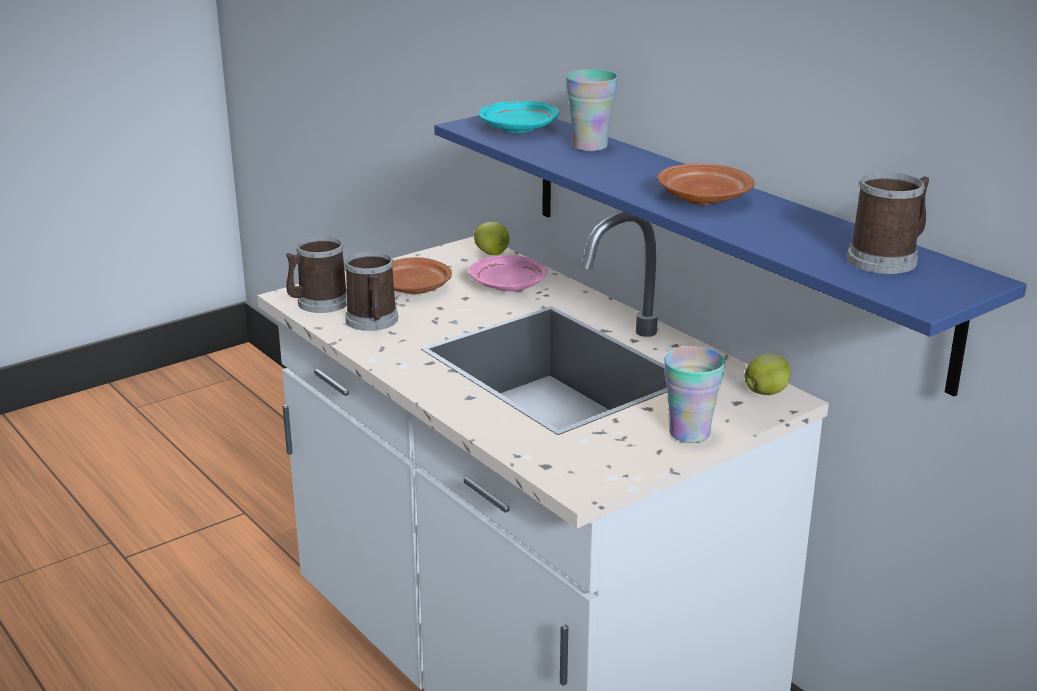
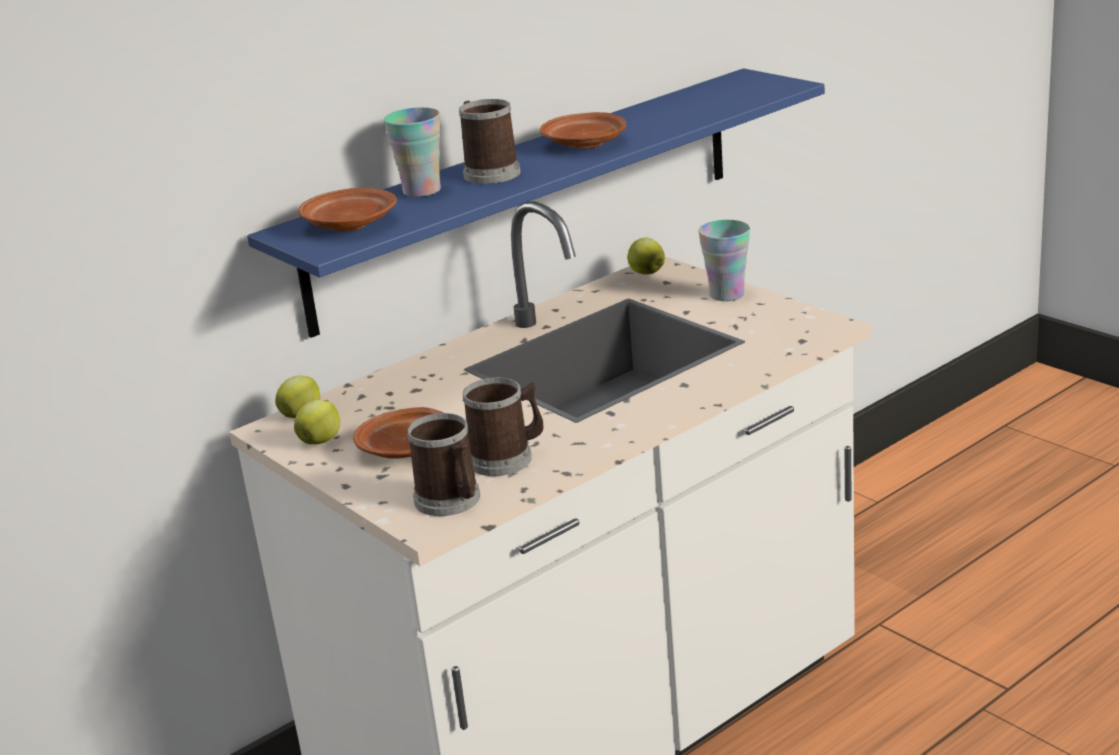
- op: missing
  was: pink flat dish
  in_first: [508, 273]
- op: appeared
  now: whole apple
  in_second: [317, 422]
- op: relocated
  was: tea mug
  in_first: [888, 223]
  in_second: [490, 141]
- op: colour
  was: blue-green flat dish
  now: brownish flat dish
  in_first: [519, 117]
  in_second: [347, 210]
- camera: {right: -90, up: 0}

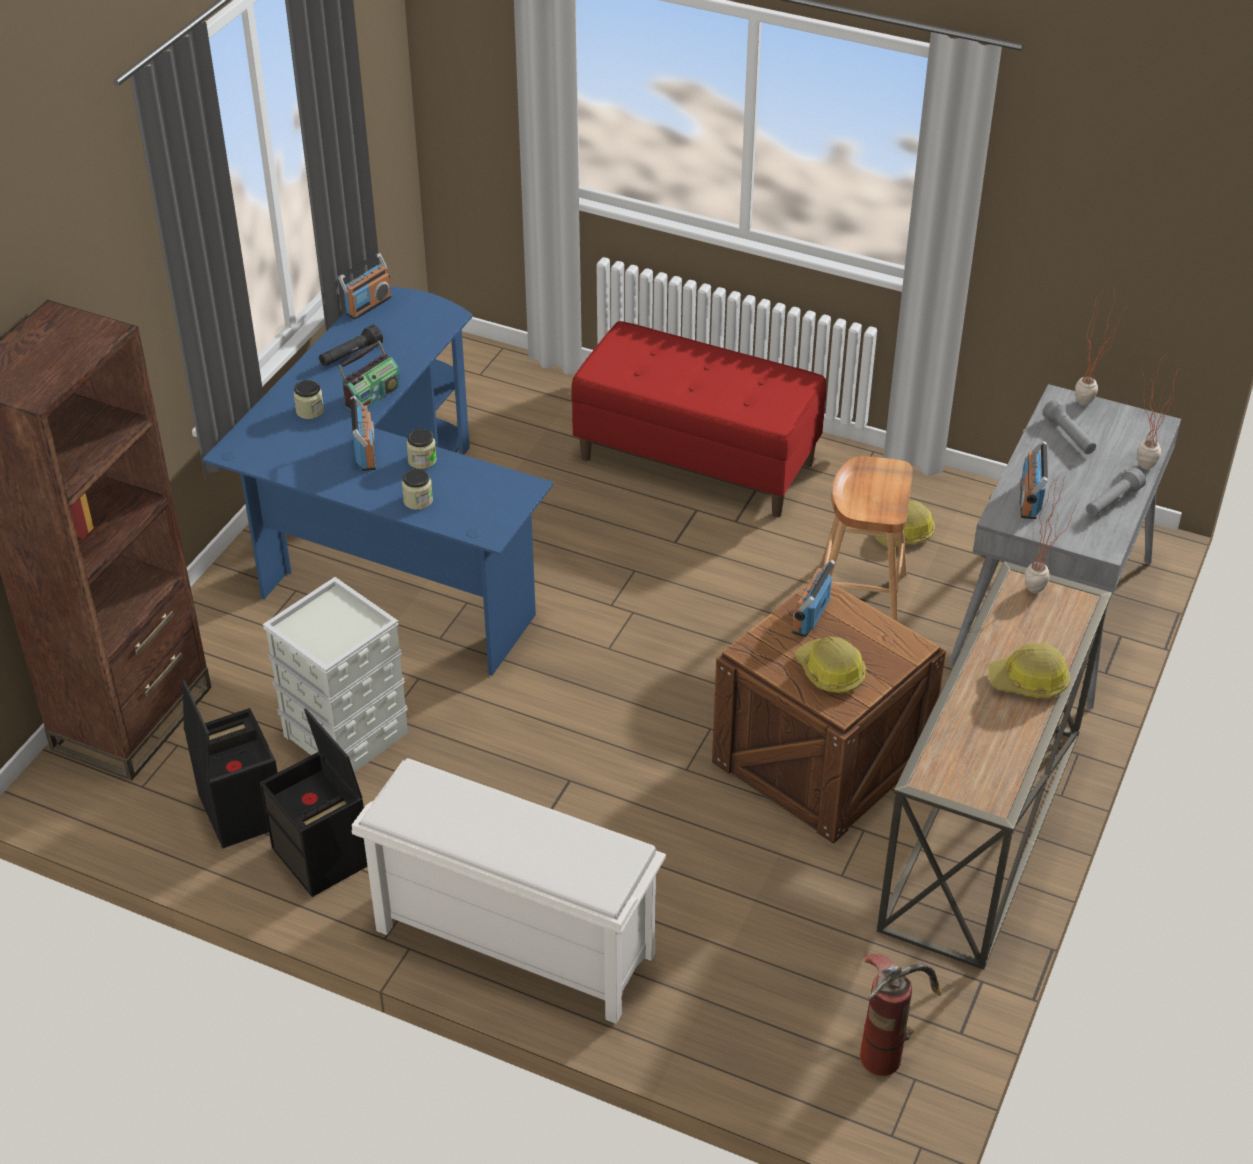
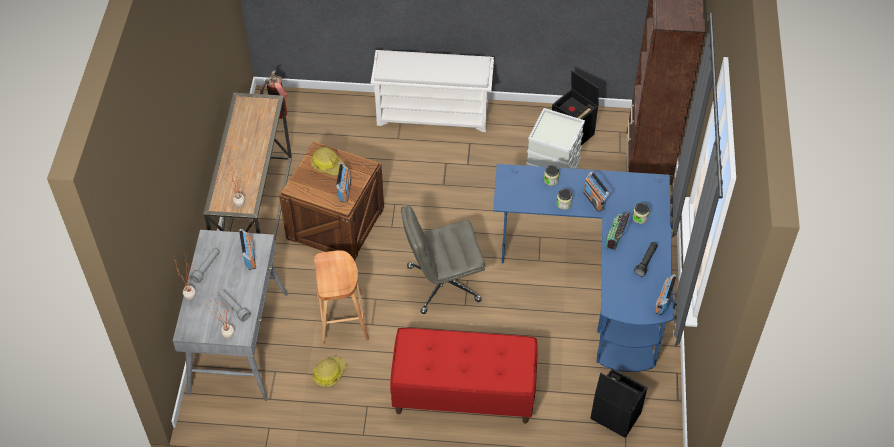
- op: missing
  was: work helmet
  in_first: [1029, 670]
- op: appeared
  now: grey desk chair
  in_second: [443, 260]
- op: relocated
  was: blackish storage box
  in_first: [313, 802]
  in_second: [619, 403]
- camera: {right: 160, up: 10}

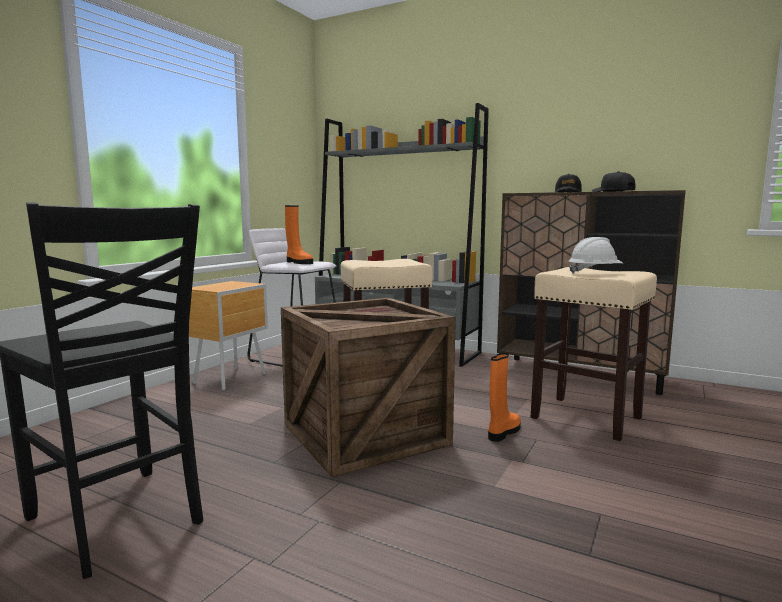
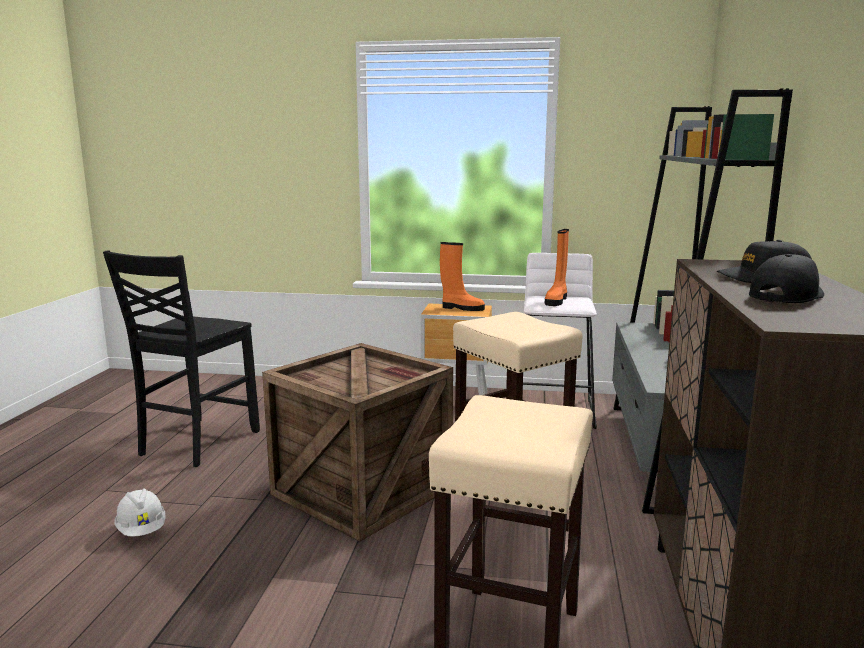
- op: relocated
  was: orange high-top boot
  in_first: [504, 397]
  in_second: [462, 276]
- op: relocated
  was: white-coloured work helmet
  in_first: [596, 255]
  in_second: [139, 512]
- camera: {right: 70, up: 5}

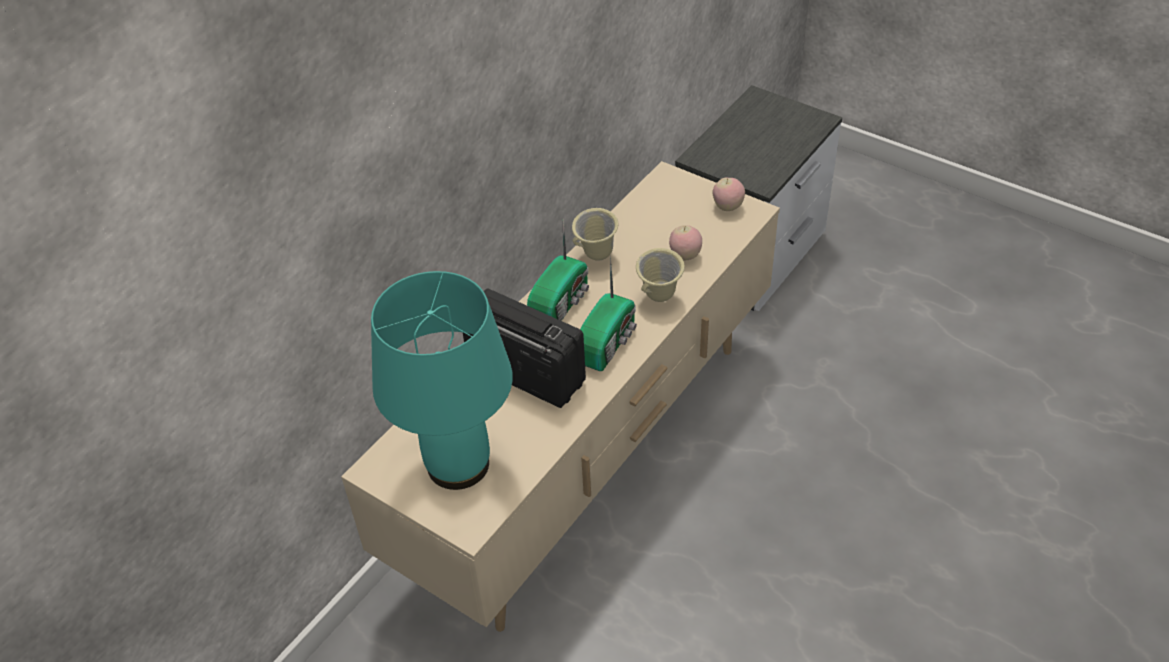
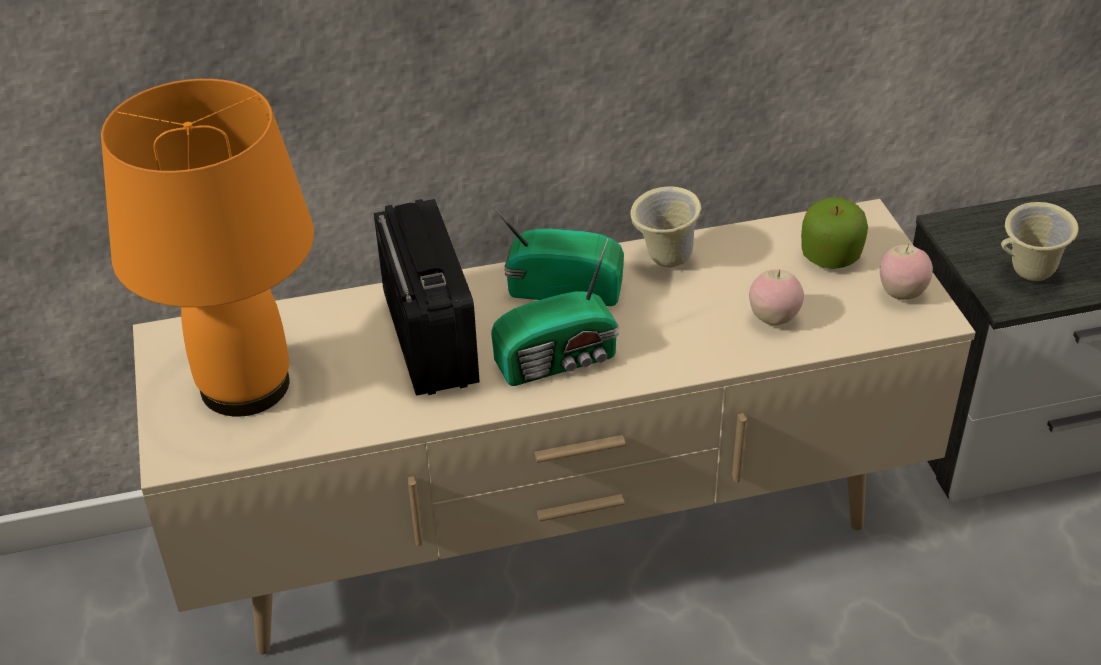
- op: appeared
  now: whole apple
  in_second: [834, 233]
- op: relocated
  was: sand-coloured tea mug
  in_first: [660, 275]
  in_second: [1040, 241]
- op: colour
  was: blue-green lamp for a table
  now: orange lamp for a table
  in_first: [442, 380]
  in_second: [207, 248]
- op: spun
  was: radio set
  in_first: [558, 270]
  in_second: [559, 257]
  clockwise: -150
- camera: {right: 40, up: -5}

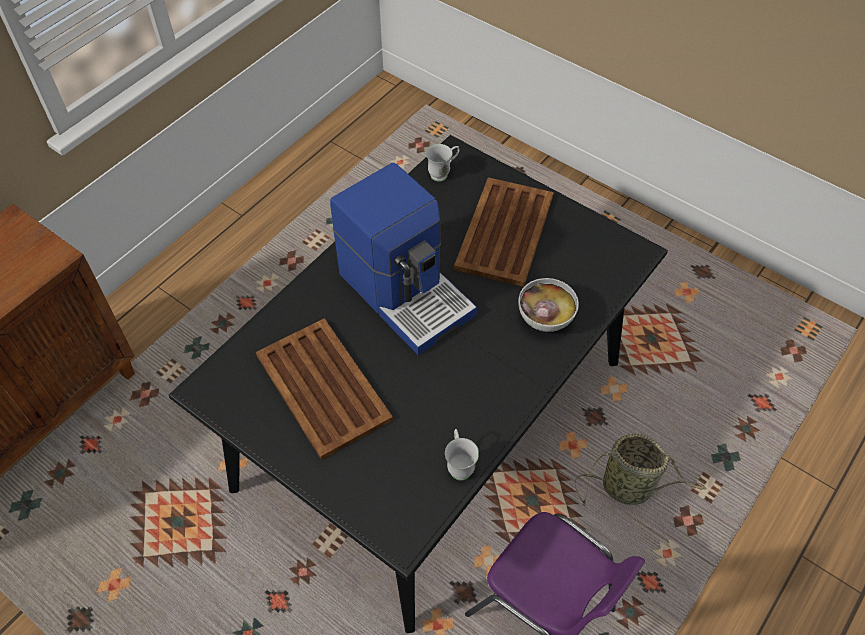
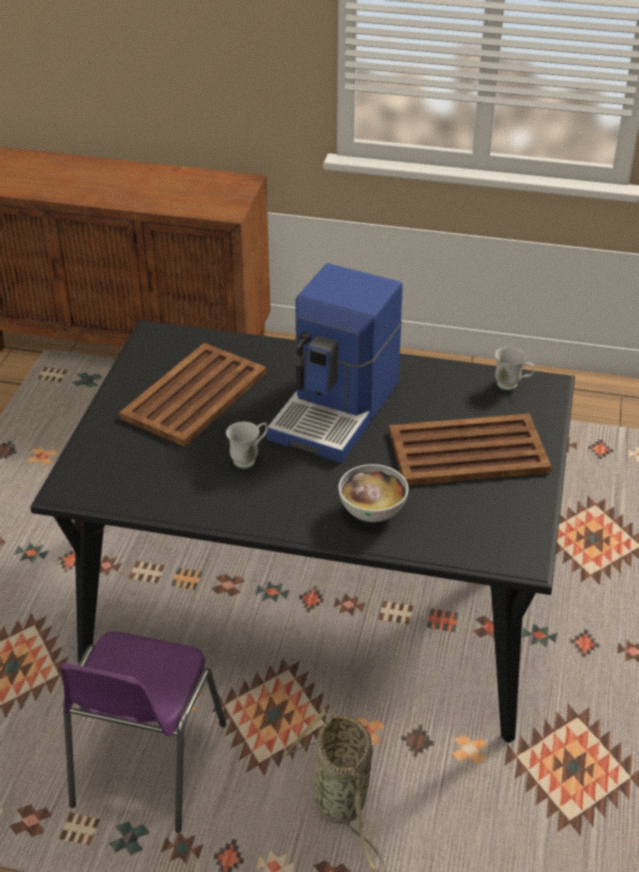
- op: relocated
  was: white-coloured tea mug
  in_first: [462, 455]
  in_second: [247, 445]
- camera: {right: 65, up: -15}

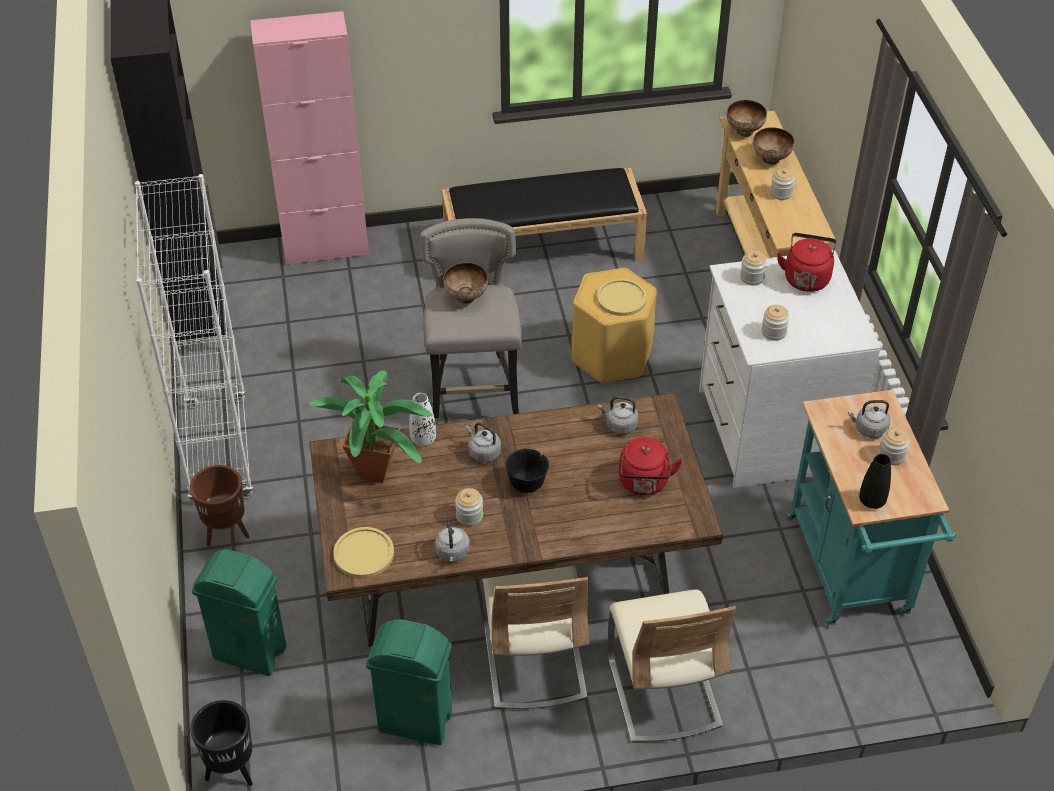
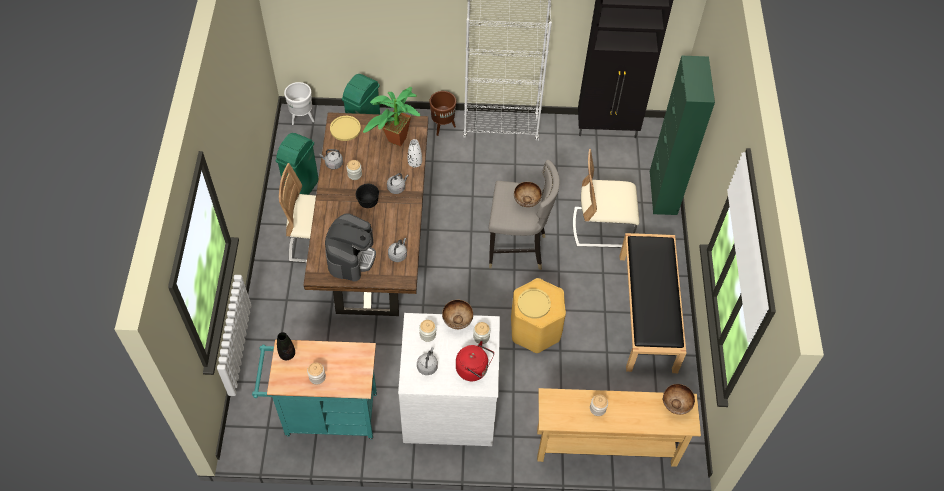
- op: relocated
  was: sand-coloured chair
  in_first: [672, 666]
  in_second: [606, 198]
- op: relocated
  was: serving bowl
  in_first: [773, 146]
  in_second: [457, 314]
- op: relocated
  was: grey kettle
  in_first: [869, 419]
  in_second: [427, 361]
- op: exchanged
  was: red-coloured kettle
  now: coffee maker
  in_first: [650, 466]
  in_second: [350, 247]
- op: colour
  was: blackish plant pot
  now: white-coloured plant pot
  in_first: [221, 743]
  in_second: [299, 103]
- op: colour
  was: pink cabinet
  now: green cabinet
  in_first: [309, 138]
  in_second: [682, 135]
- camera: {right: 100, up: 10}

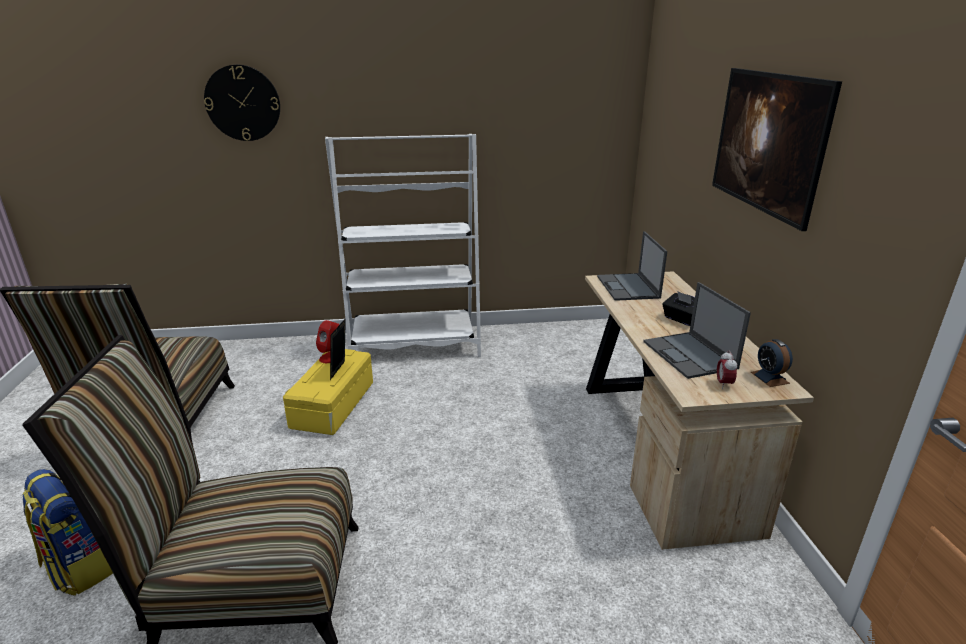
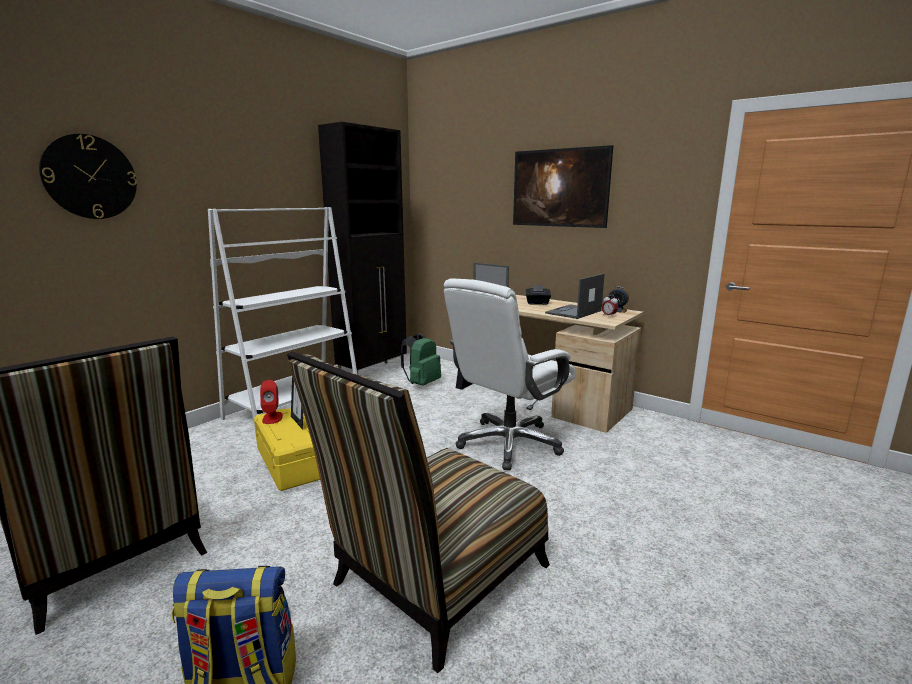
- op: appeared
  now: blackish cabinet
  in_second: [362, 248]
- op: appeared
  now: green backpack
  in_second: [421, 360]
- op: appeared
  now: white-coloured desk chair
  in_second: [510, 374]
- op: spun
  was: portable computer
  in_first: [697, 330]
  in_second: [575, 296]
  clockwise: 105
- camera: {right: -45, up: -10}

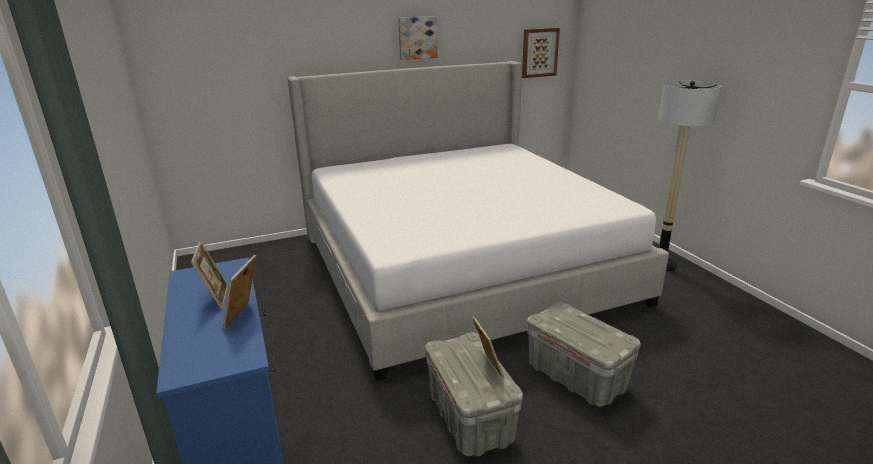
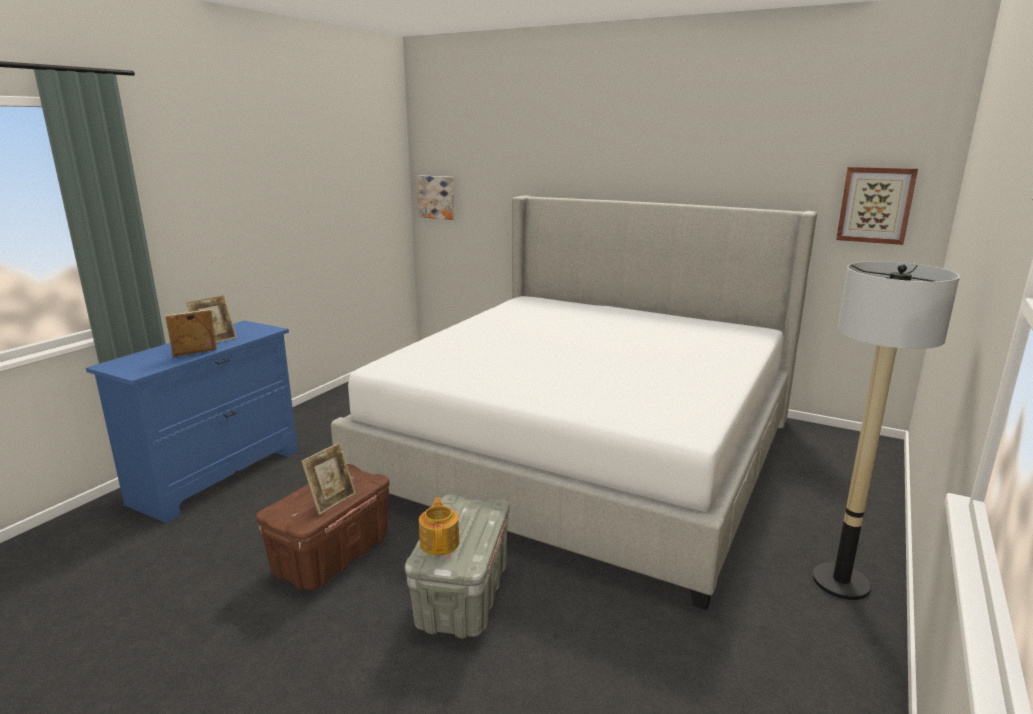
- op: appeared
  now: teapot
  in_second: [439, 526]
- op: relocated
  was: wall picture
  in_first: [418, 38]
  in_second: [436, 197]
- op: colour
  was: grey storage box
  now: brownish storage box
  in_first: [474, 394]
  in_second: [322, 527]
- camera: {right: 50, up: -5}

